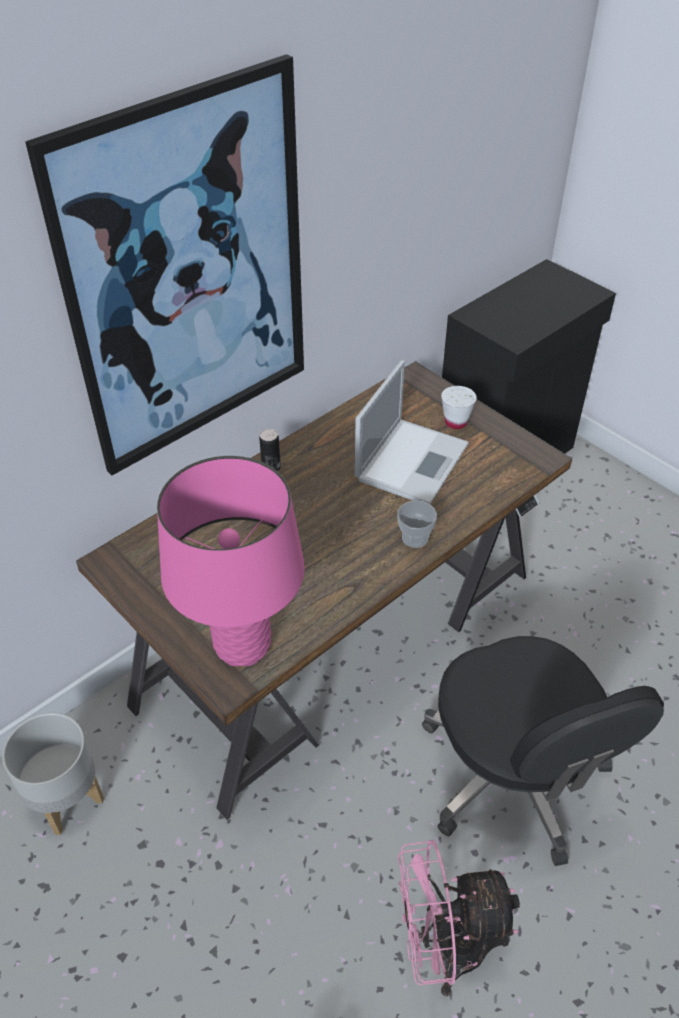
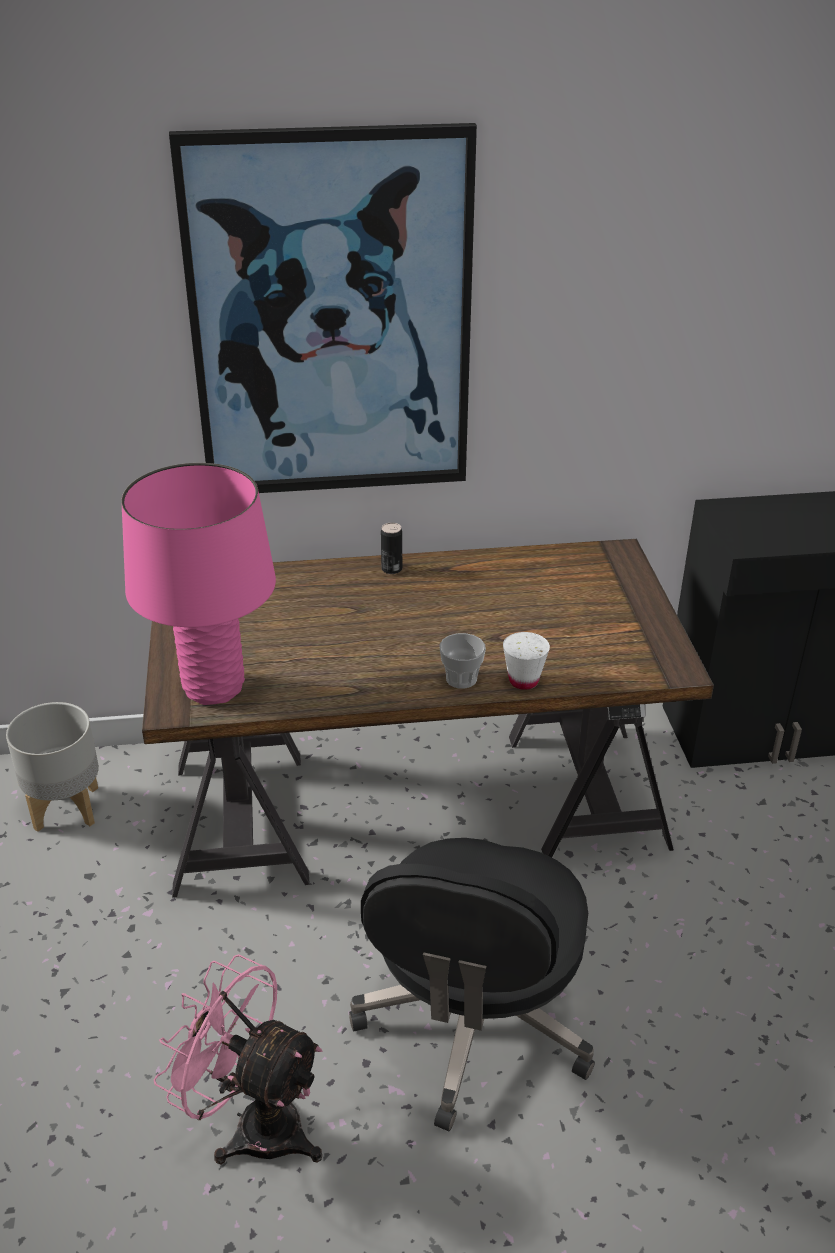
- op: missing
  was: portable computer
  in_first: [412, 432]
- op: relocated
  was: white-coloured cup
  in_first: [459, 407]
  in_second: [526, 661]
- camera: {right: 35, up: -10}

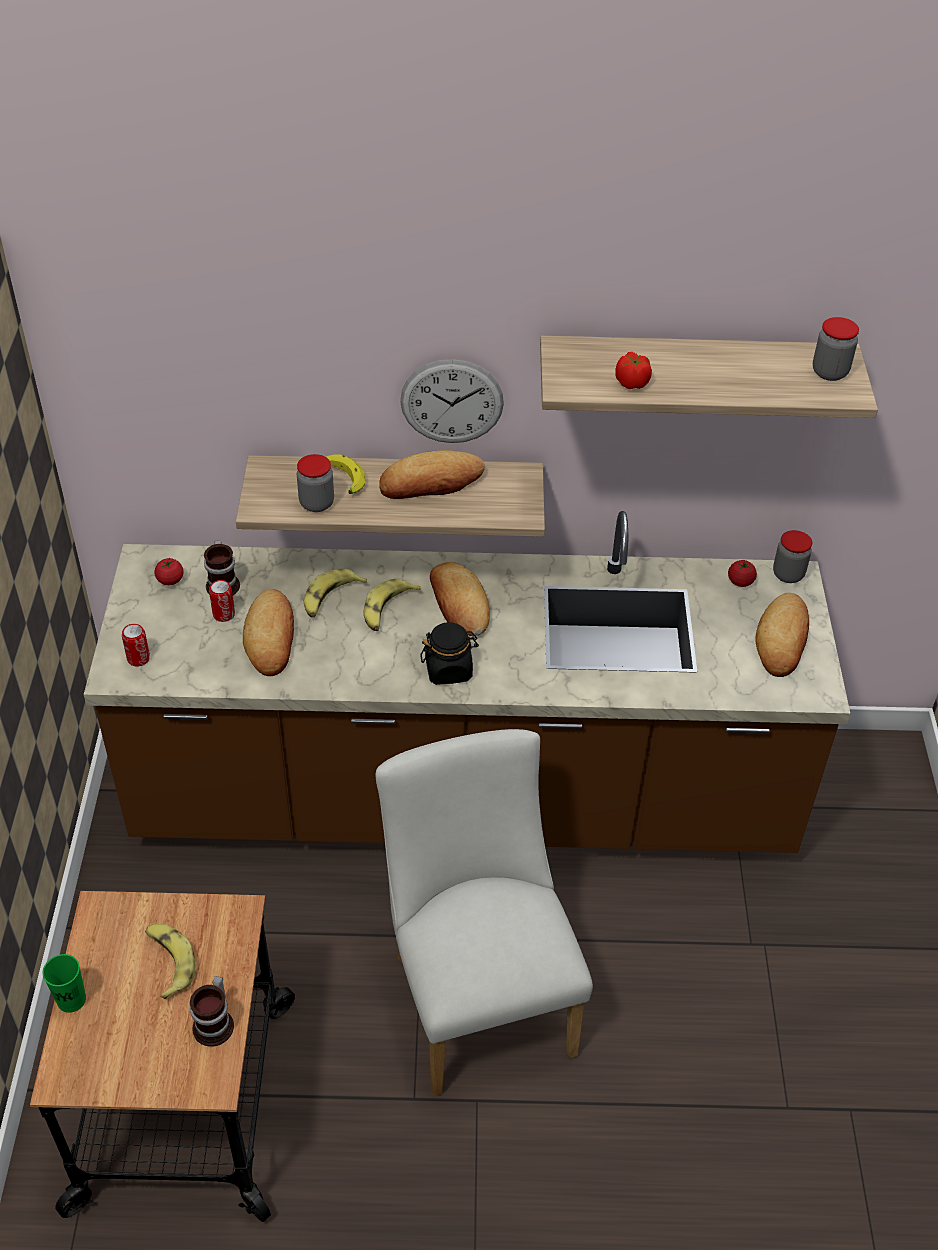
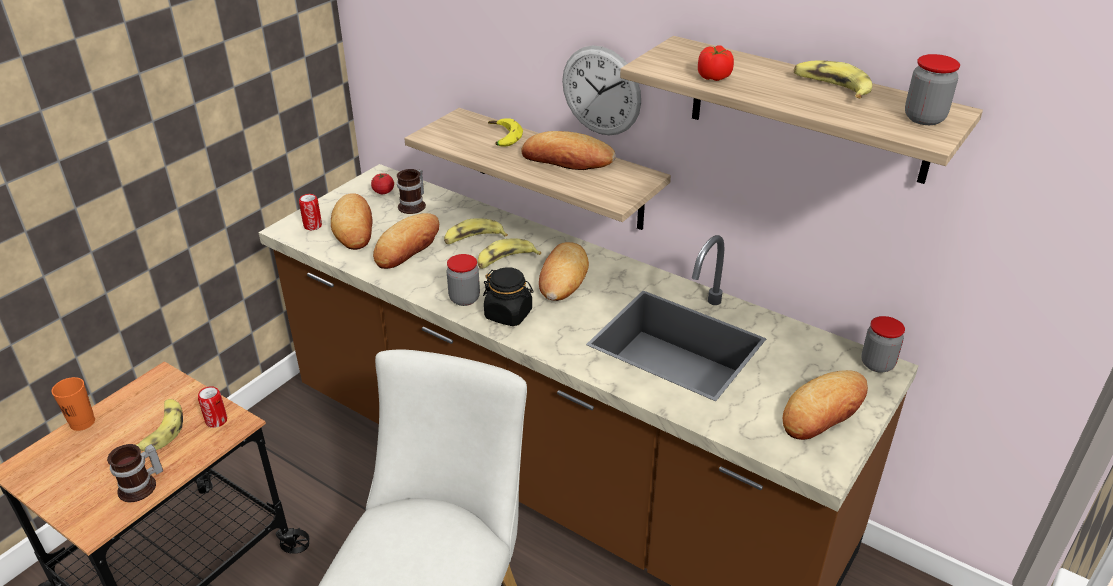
- op: missing
  was: tomato
  in_first: [742, 573]
- op: appeared
  now: bakery bread
  in_second: [352, 221]
- op: appeared
  now: whole banana
  in_second: [833, 80]
- op: relocated
  was: can
  in_first: [222, 601]
  in_second: [212, 407]
- op: relocated
  was: storage jar
  in_first: [315, 483]
  in_second: [463, 280]
- op: colour
  was: green cup
  now: orange cup
  in_first: [64, 983]
  in_second: [73, 404]
- camera: {right: 35, up: -10}

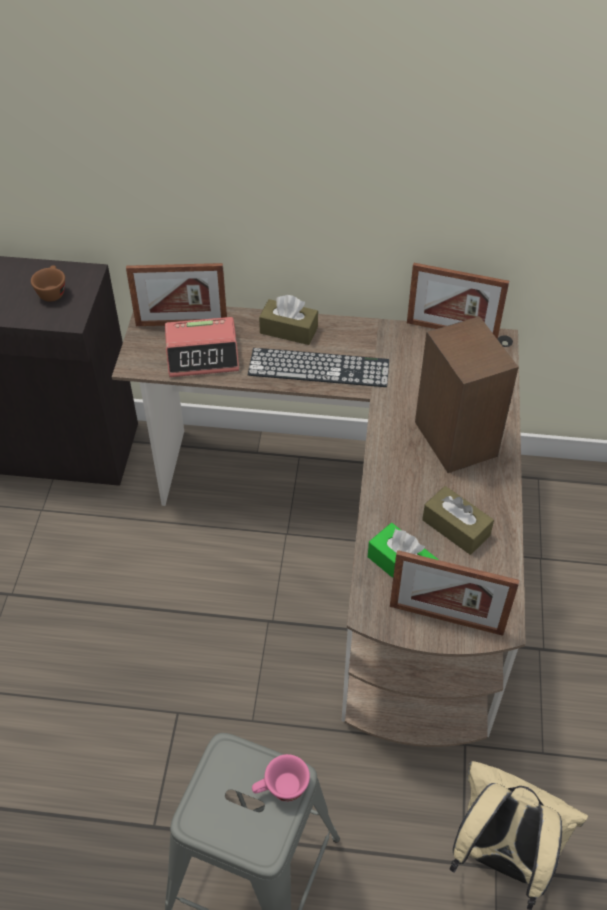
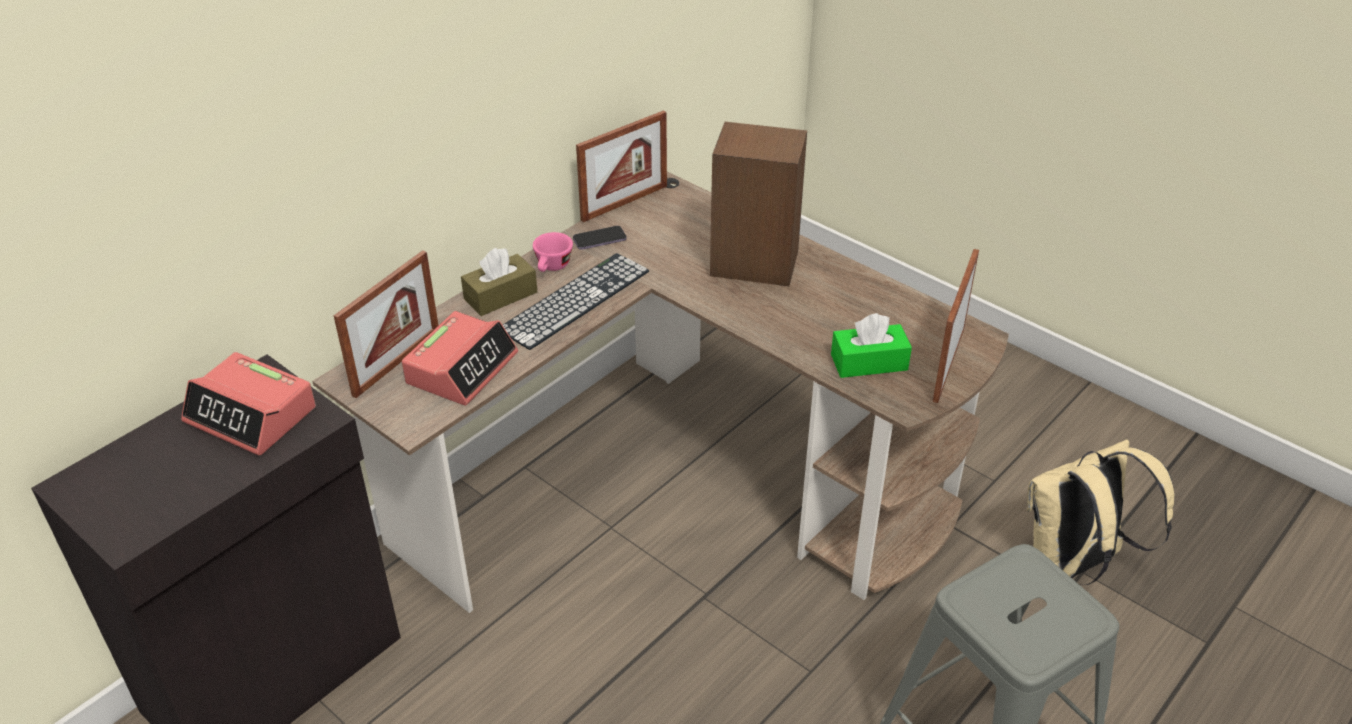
- op: missing
  was: brownish tissue box
  in_first: [458, 520]
- op: appeared
  now: handset
  in_second: [600, 238]
- op: relocated
  was: pink cup
  in_first: [281, 777]
  in_second: [553, 252]
- op: exchanged
  was: brownish cup
  now: bedside clock
  in_first: [48, 283]
  in_second: [248, 404]
- op: spun
  was: standing frame
  in_first: [454, 593]
  in_second: [956, 326]
  clockwise: 150
- camera: {right: -55, up: -10}

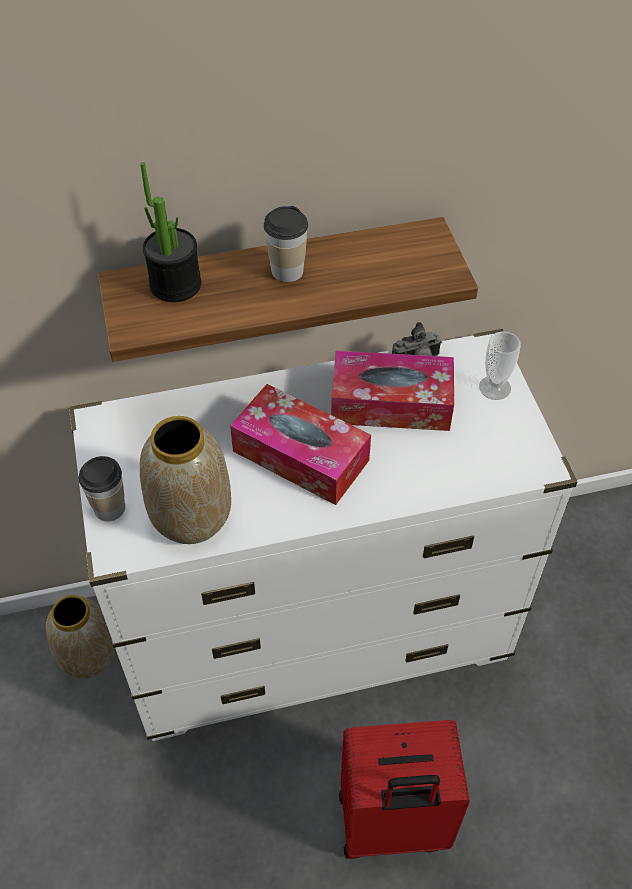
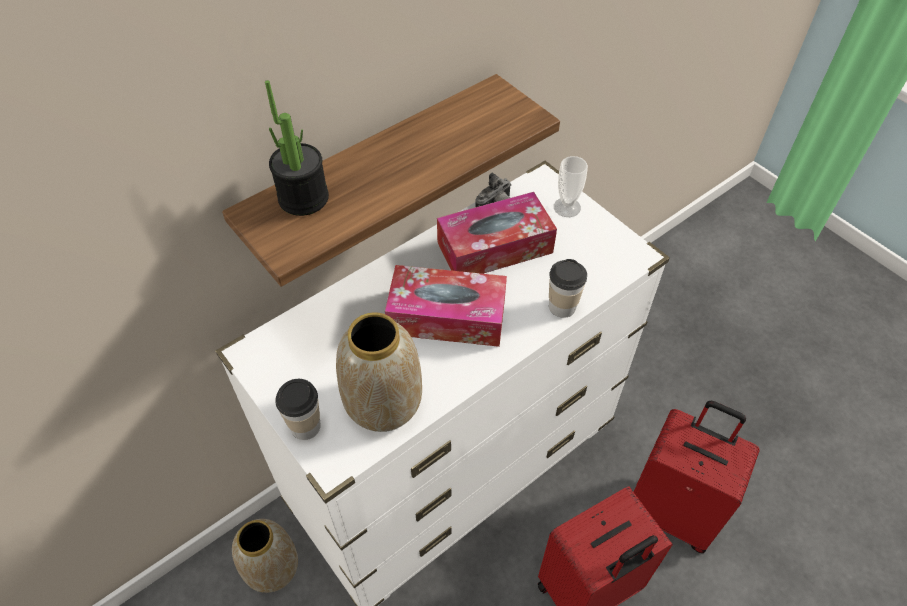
- op: appeared
  now: red-coloured suitcase
  in_second: [697, 477]
- op: relocated
  was: cup
  in_first: [286, 244]
  in_second: [568, 288]
- camera: {right: -25, up: 0}

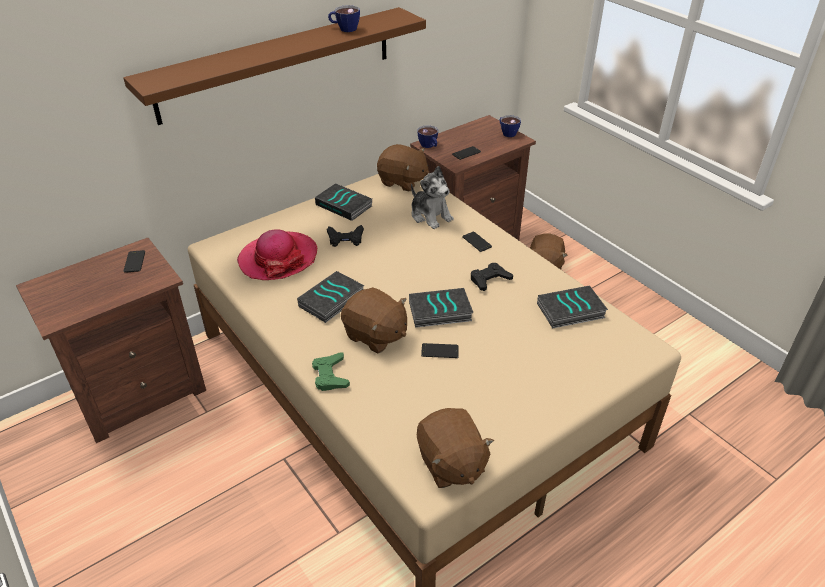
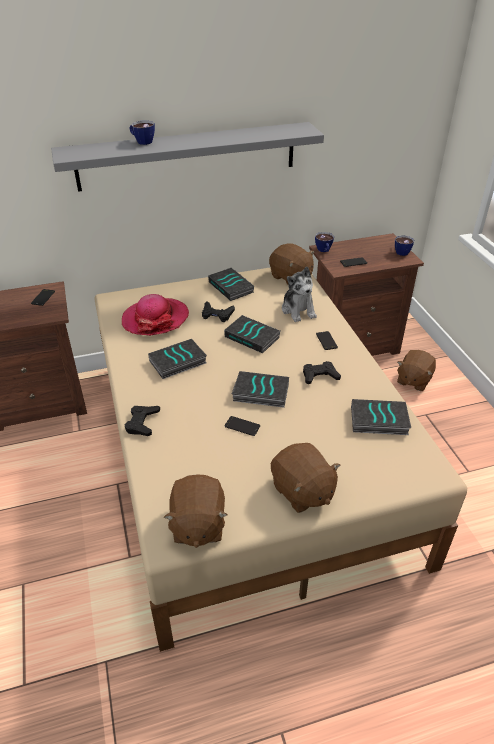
- op: appeared
  now: bound book
  in_second: [252, 334]
- op: relocated
  was: cup
  in_first: [344, 18]
  in_second: [142, 133]
- op: relocated
  was: brownish soft toy
  in_first: [374, 320]
  in_second: [305, 478]
- op: colour
  was: brownish wall shelf
  now: grey wall shelf
  in_first: [274, 66]
  in_second: [187, 157]
- op: colour
  was: green game controller
  now: blackish game controller
  in_first: [331, 372]
  in_second: [142, 421]
- camera: {right: 20, up: 0}

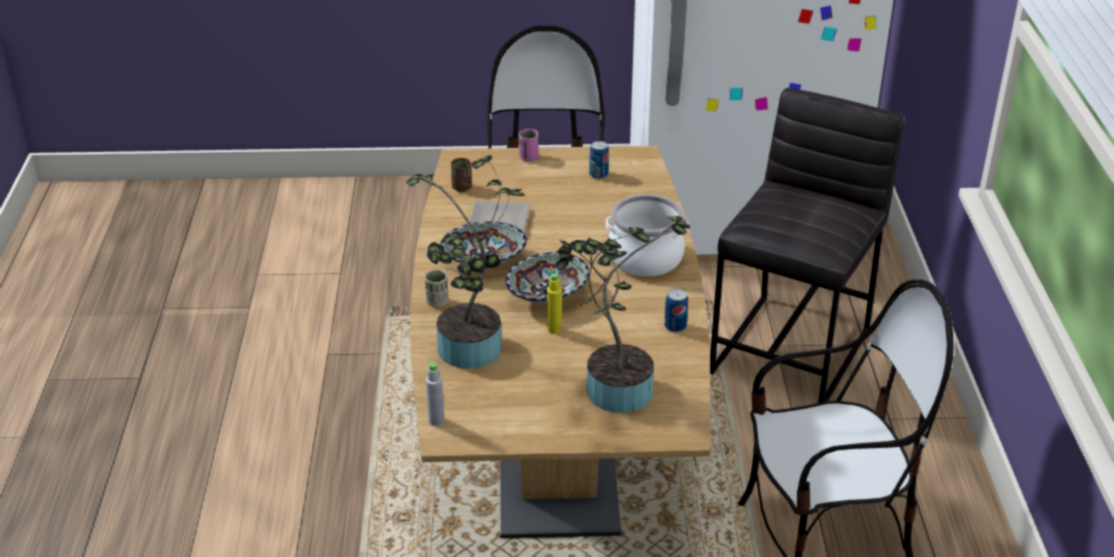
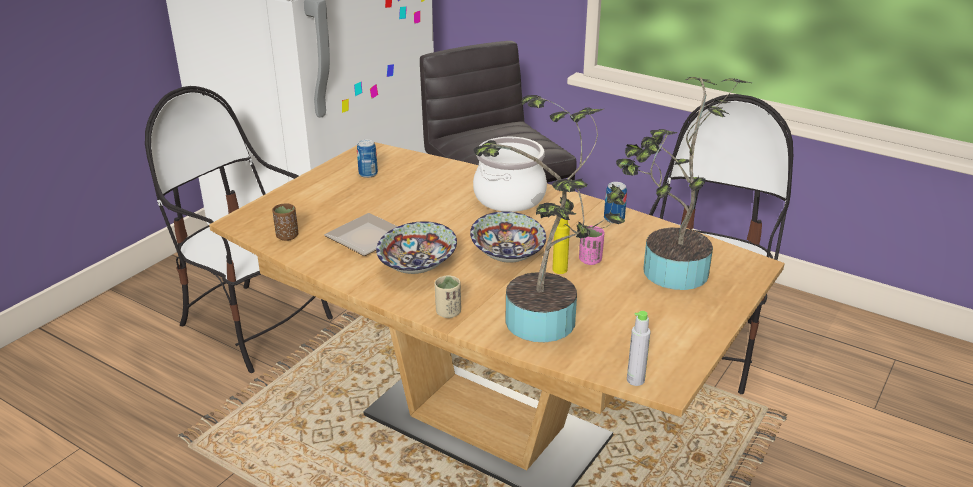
- op: relocated
  was: pink cup
  in_first: [529, 145]
  in_second: [591, 245]
- camera: {right: -55, up: -5}

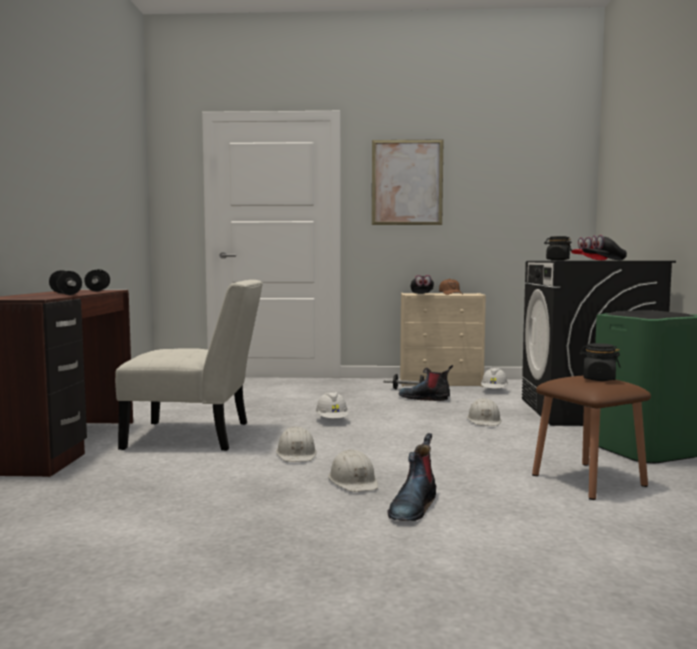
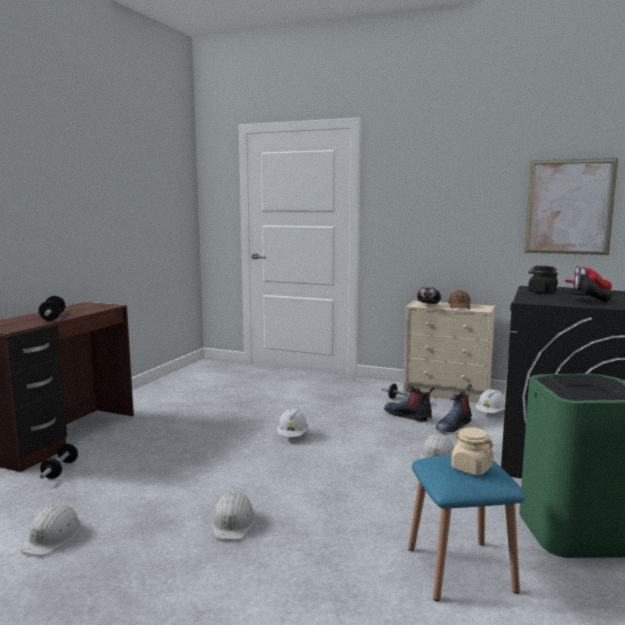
- op: missing
  was: white-coloured chair
  in_first: [189, 365]
- op: relocated
  was: dumbbell
  in_first: [97, 280]
  in_second: [59, 461]
- op: relocated
  was: white-coloured work helmet
  in_first: [296, 444]
  in_second: [51, 530]
- op: relocated
  was: wall picture
  in_first: [407, 182]
  in_second: [571, 206]
- op: relocated
  was: high-top boot
  in_first: [411, 477]
  in_second: [454, 408]
- op: colour
  was: brownish sitting stool
  now: blue-coloured sitting stool
  in_first: [591, 437]
  in_second: [467, 528]
- op: colour
  was: blackish storage jar
  now: sand-coloured storage jar
  in_first: [600, 362]
  in_second: [472, 451]
- camera: {right: 20, up: 5}

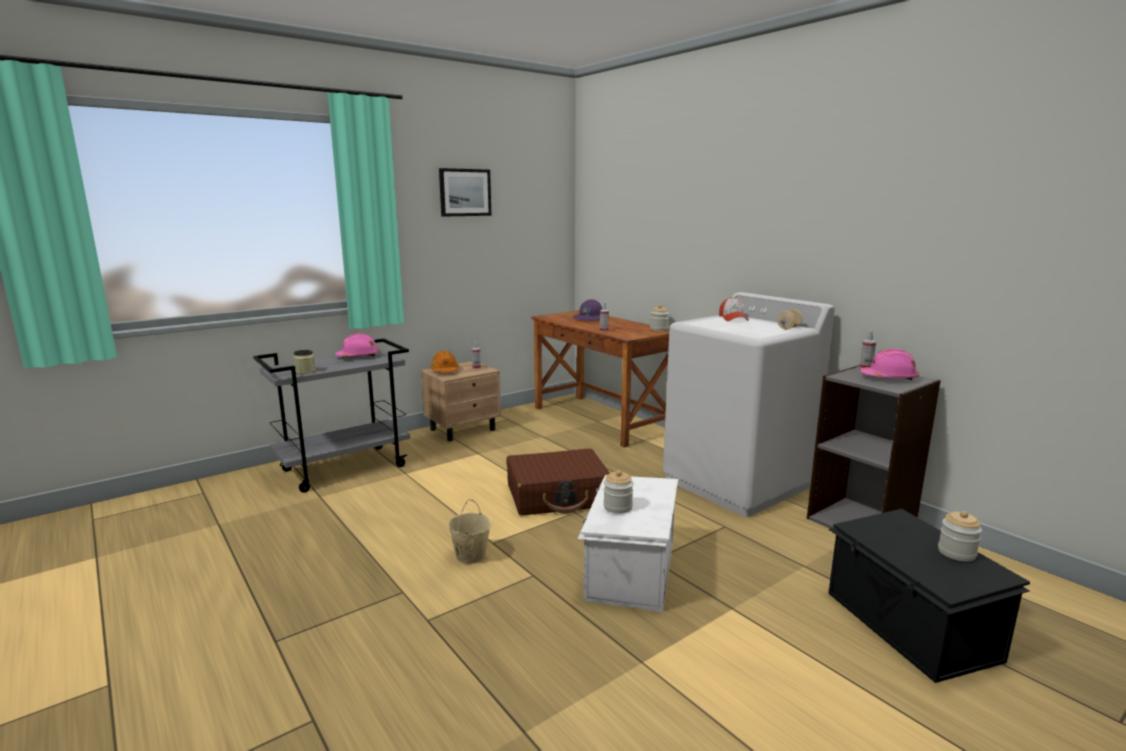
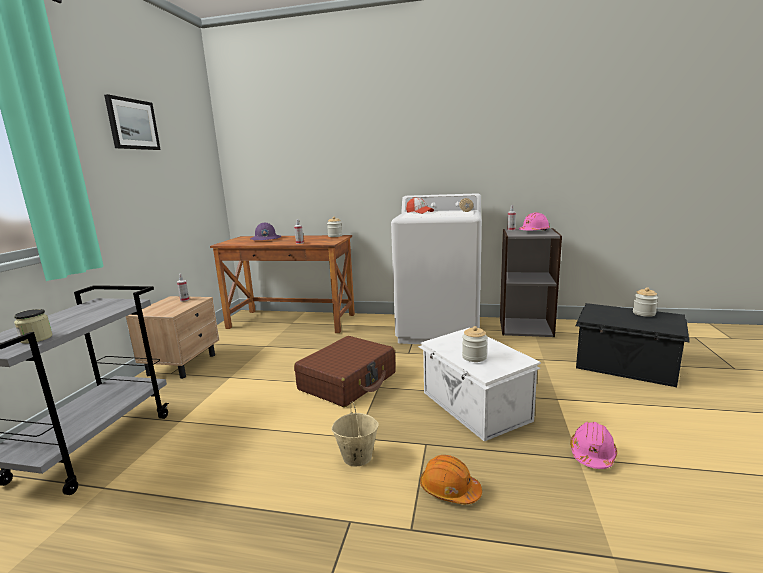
- op: relocated
  was: pink work helmet
  in_first: [357, 344]
  in_second: [593, 445]
- op: relocated
  was: orange work helmet
  in_first: [445, 361]
  in_second: [451, 479]
- camera: {right: -40, up: 0}

